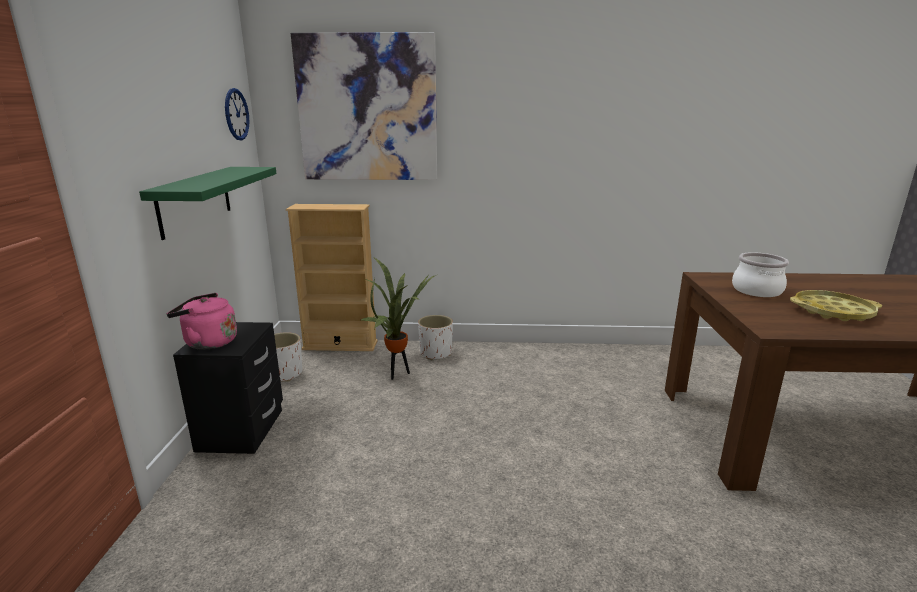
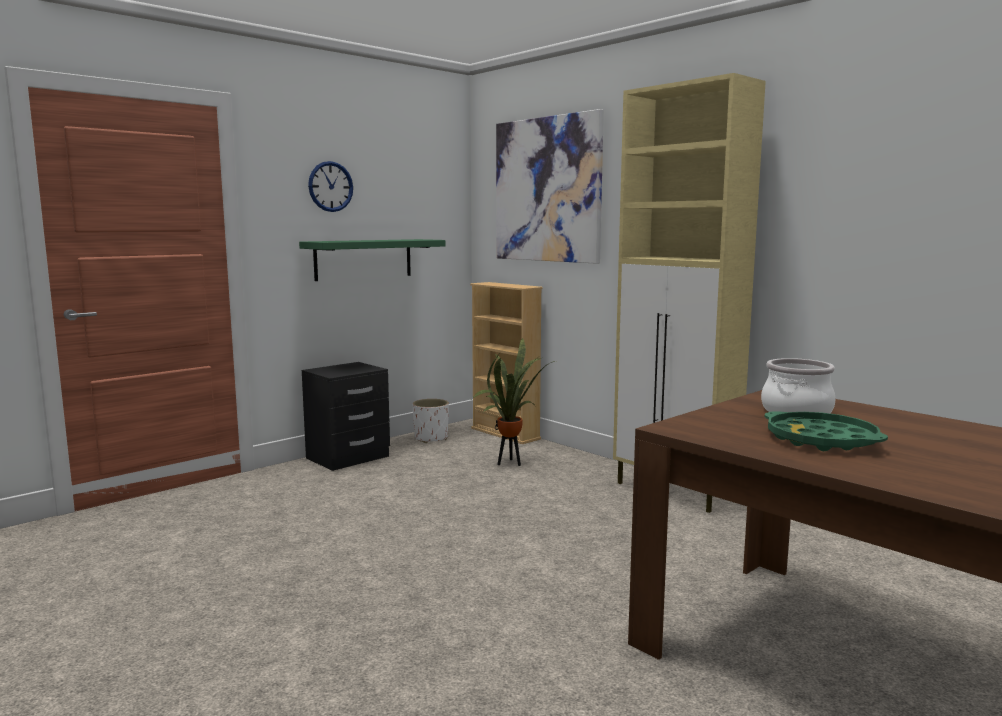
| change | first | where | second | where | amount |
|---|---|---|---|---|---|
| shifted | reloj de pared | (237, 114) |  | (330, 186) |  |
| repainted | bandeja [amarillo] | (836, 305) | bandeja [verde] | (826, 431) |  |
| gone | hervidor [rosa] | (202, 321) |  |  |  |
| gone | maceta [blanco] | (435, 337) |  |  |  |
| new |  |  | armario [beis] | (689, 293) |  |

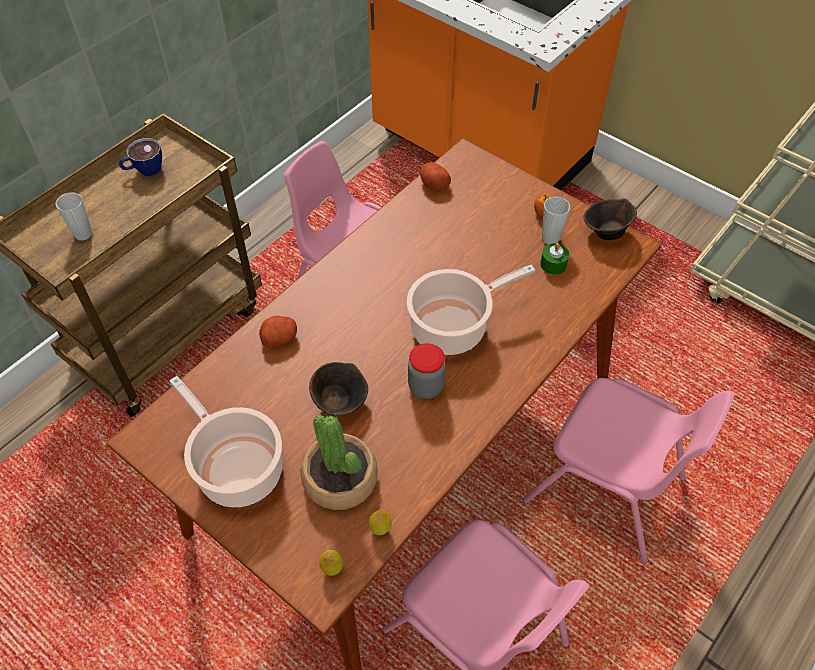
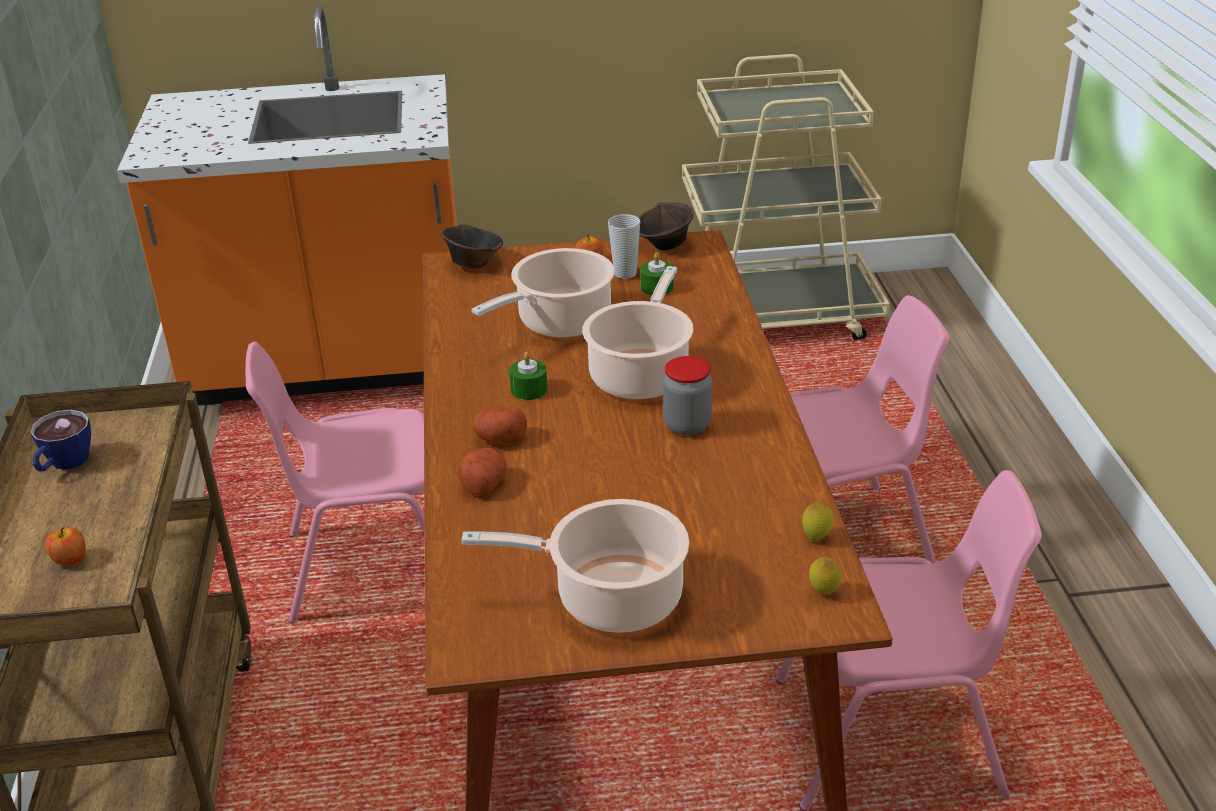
| change | first | where | second | where | amount |
|---|---|---|---|---|---|
| shifted | patata | (435, 176) |  | (499, 425) |  |
| swapped | taza | (74, 216) | manzana | (65, 546) |  |
| shifted | cuenco [marrón] | (338, 389) |  | (472, 246) |  |
| gone | planta en maceta | (339, 462) |  |  |  |
| new |  |  | olla | (543, 293) |  |
| new |  |  | vela [verde] | (528, 376) |  |

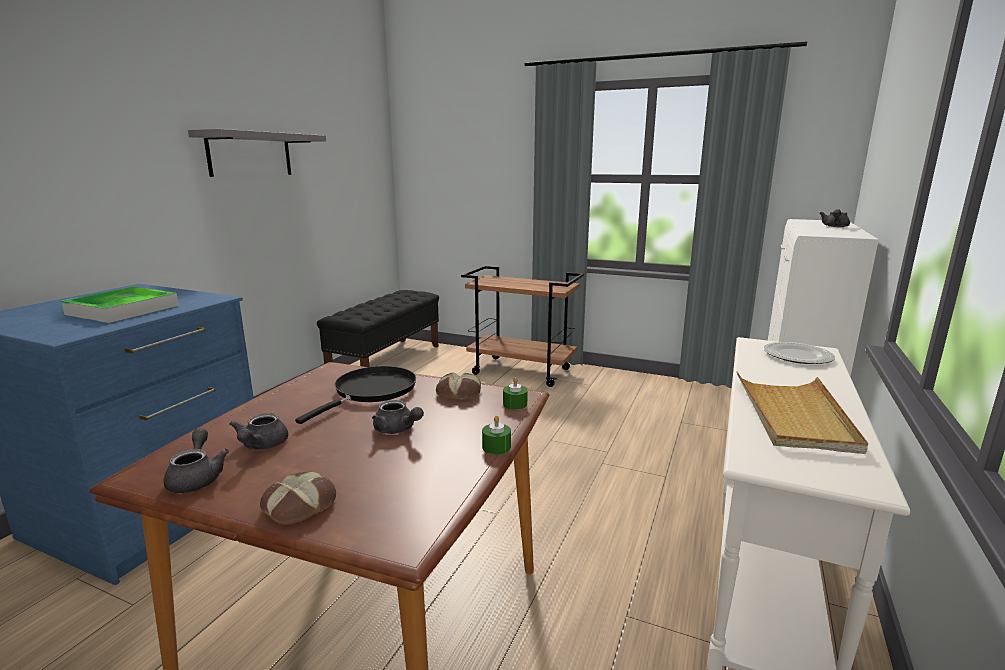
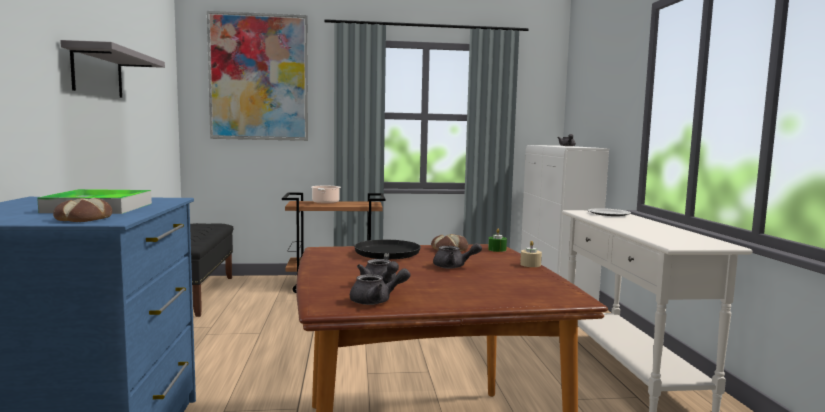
| change | first | where | second | where | amount |
|---|---|---|---|---|---|
| gone | bandeja [beis] | (802, 412) |  |  |  |
| repainted | vela [verde] | (496, 434) | vela [beis] | (531, 254) |  |
| rotated | tetera [gris] | (196, 460) |  | (380, 286) | 120 degrees clockwise |
| shifted | pan | (298, 498) |  | (82, 210) |  |
| new |  |  | cuadro | (257, 76) |  |
| new |  |  | olla | (326, 195) |  |

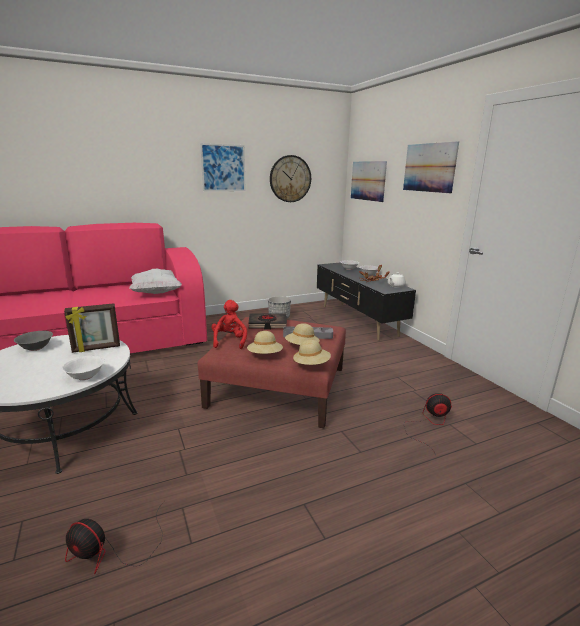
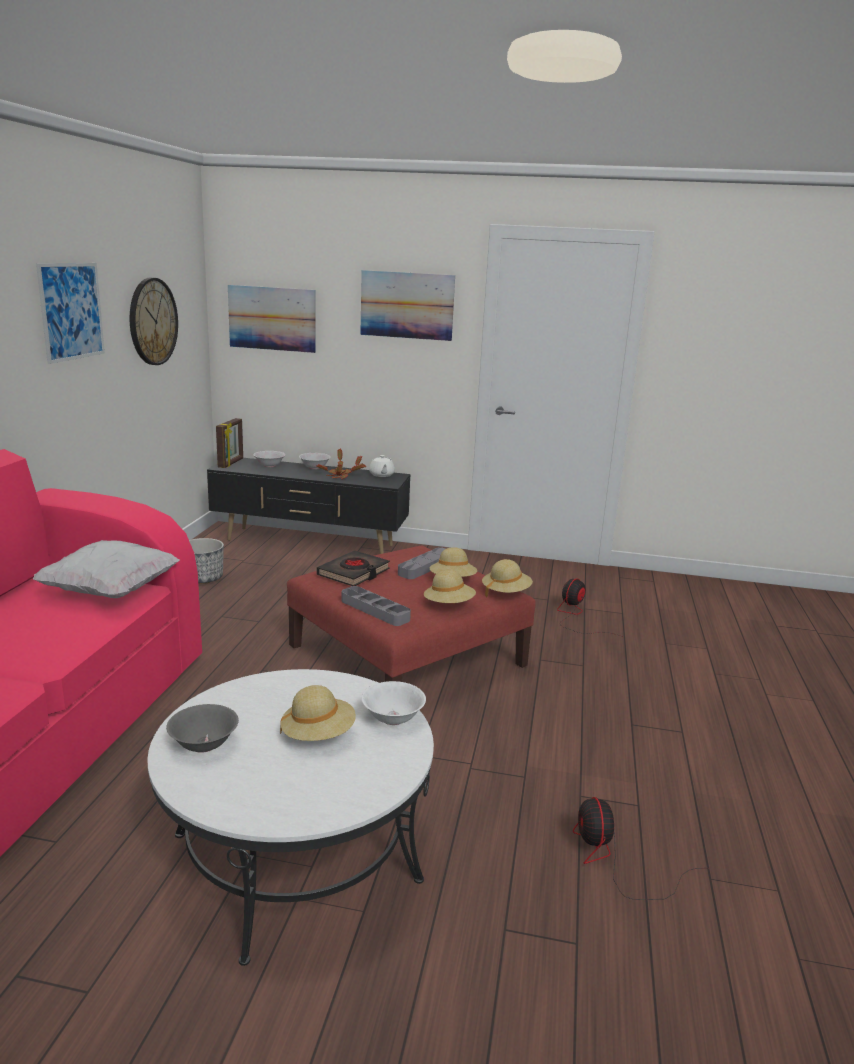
| change | first | where | second | where | amount |
|---|---|---|---|---|---|
| swapped | peluche [rojo] | (229, 324) | bandeja [gris] | (376, 606) |  |
| shifted | portarretratos | (92, 328) |  | (229, 443) |  |
| rotated | ventilador | (114, 538) |  | (638, 848) | 120 degrees clockwise |
| new |  |  | sombrero [beis] | (318, 713) |  |

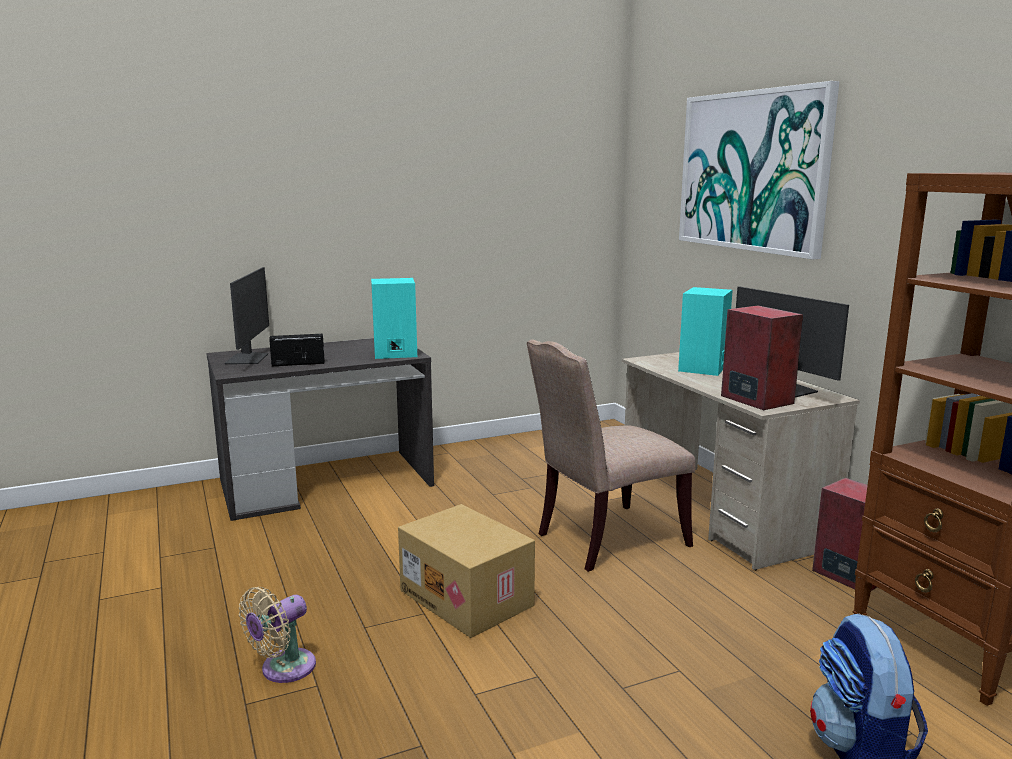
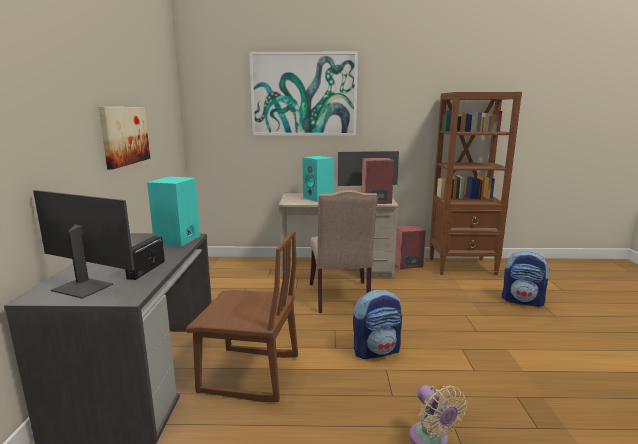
| change | first | where | second | where | amount |
|---|---|---|---|---|---|
| swapped | caja de cartón | (466, 571) | mochila | (377, 324) |  |
| new |  |  | cuadro | (124, 138) |  |
| new |  |  | silla [marrón] | (242, 316) |  |

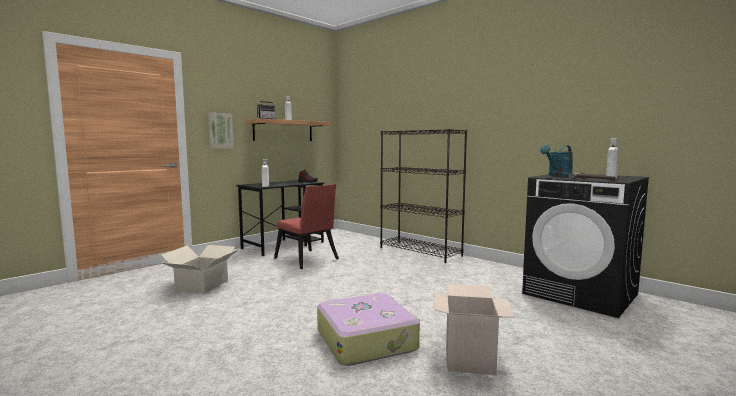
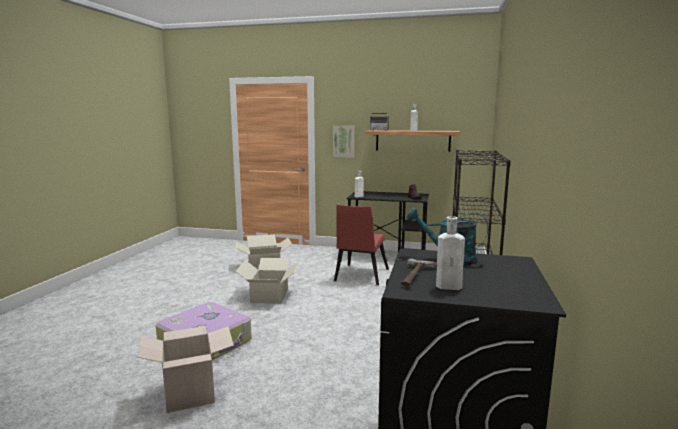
| change | first | where | second | where | amount |
|---|---|---|---|---|---|
| new |  |  | caja de cartón | (267, 281) |  |

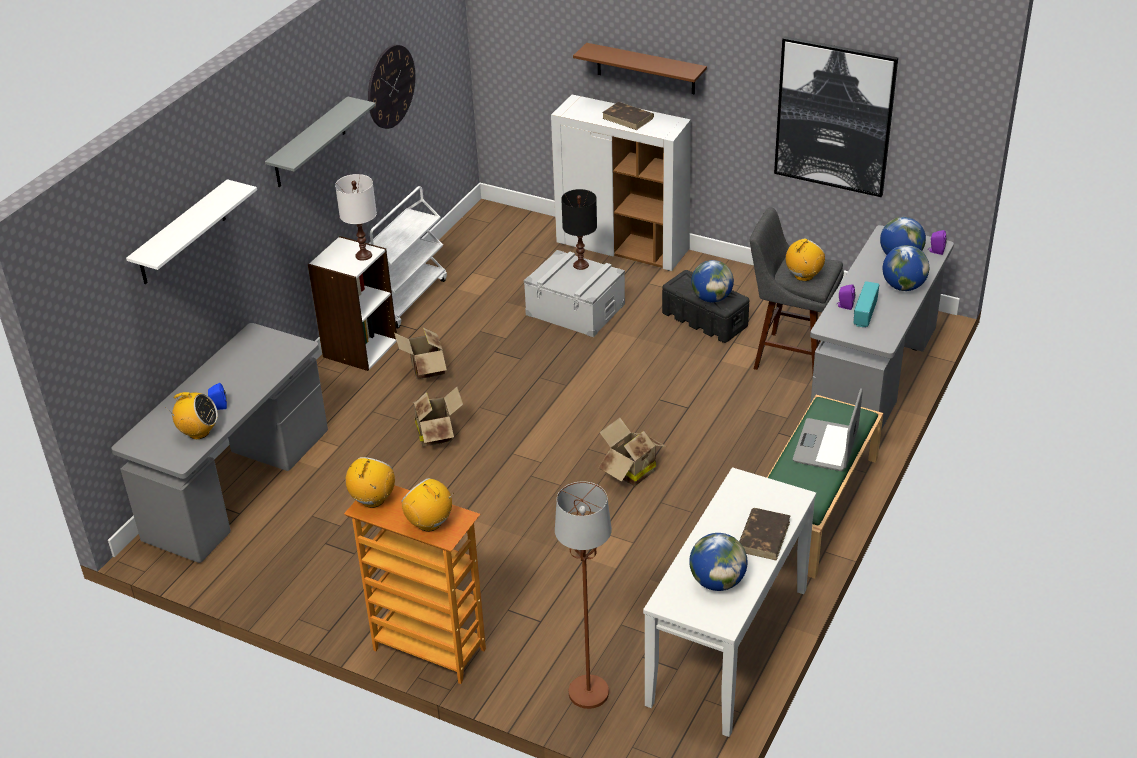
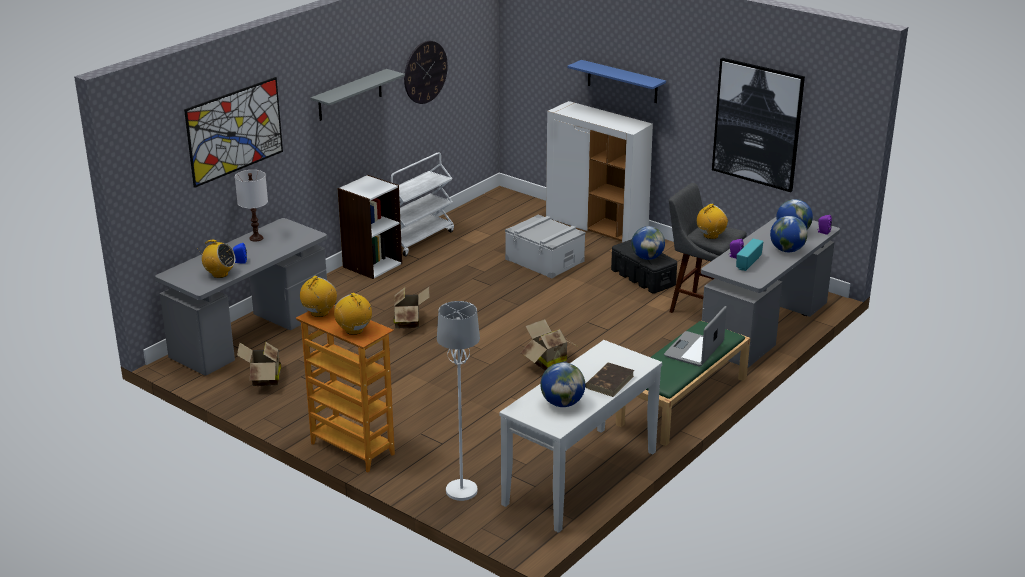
| change | first | where | second | where | amount |
|---|---|---|---|---|---|
| repainted | estante [marrón] | (640, 68) | estante [azul] | (616, 81) |  |
| gone | libro [marrón] | (628, 116) |  |  |  |
| shifted | lámpara de mesa [blanco] | (356, 217) |  | (251, 206) |  |
| swapped | estante [blanco] | (191, 231) | cuadro | (233, 132) |  |
| gone | lámpara de mesa [negro] | (579, 229) |  |  |  |
| shifted | caja de cartón | (420, 353) |  | (259, 364) |  |
| repainted | lámpara de pie [marrón] | (583, 595) | lámpara de pie [blanco] | (458, 401) |  |

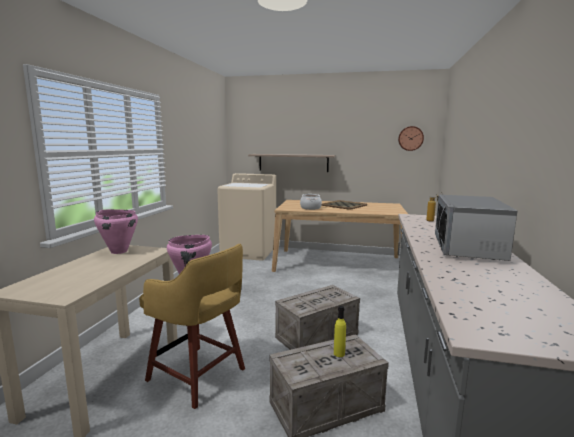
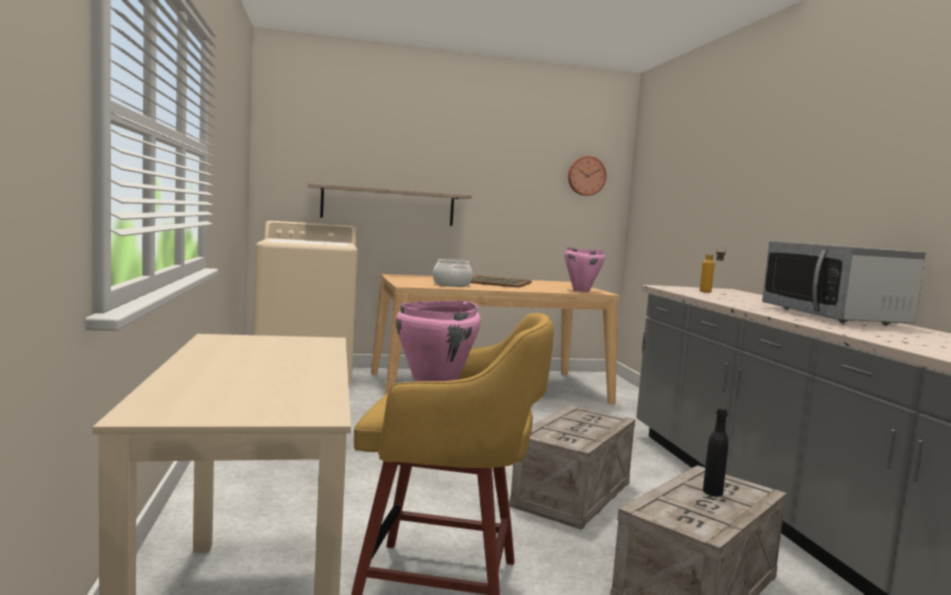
| change | first | where | second | where | amount |
|---|---|---|---|---|---|
| shifted | olla [rosa] | (116, 231) |  | (584, 269) |  |
| repainted | botella [amarillo] | (340, 331) | botella [negro] | (716, 452) |  |

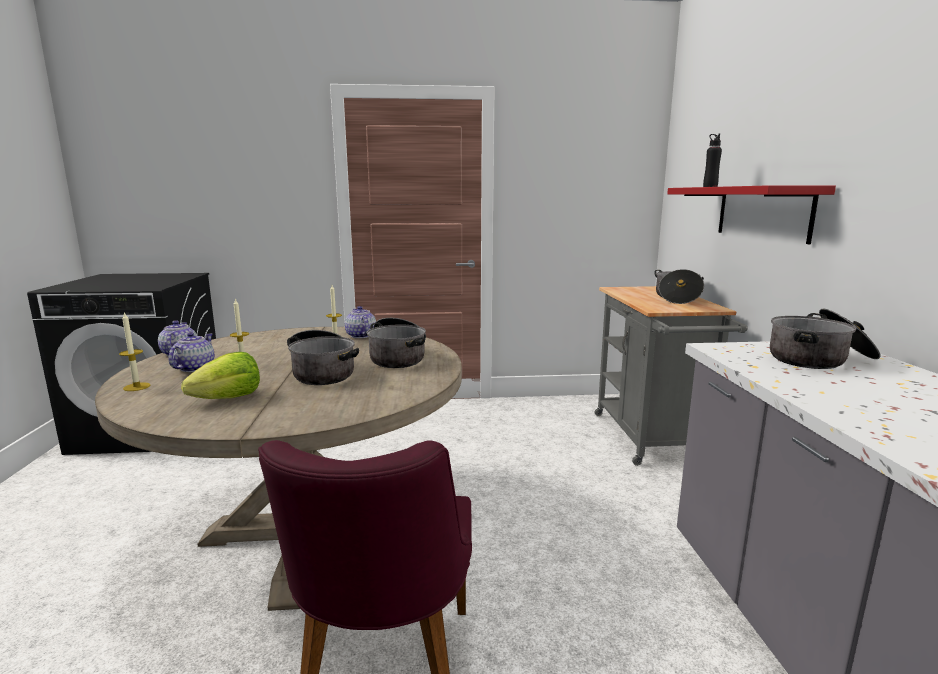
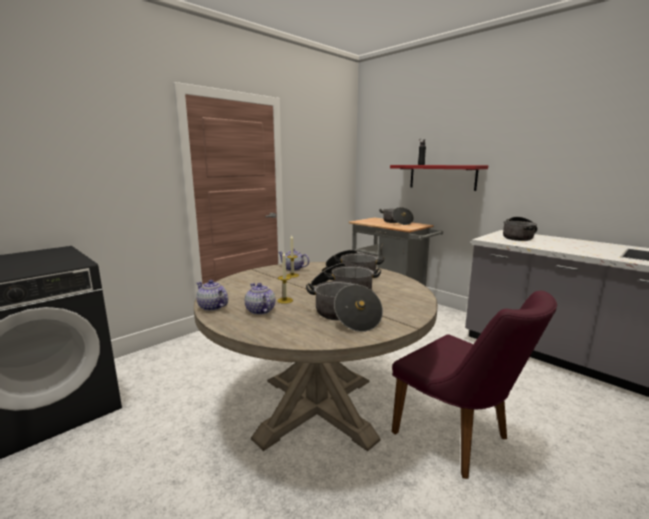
| change | first | where | second | where | amount |
|---|---|---|---|---|---|
| gone | vela | (134, 351) |  |  |  |
| swapped | lechuga | (220, 375) | olla | (344, 306) |  |

